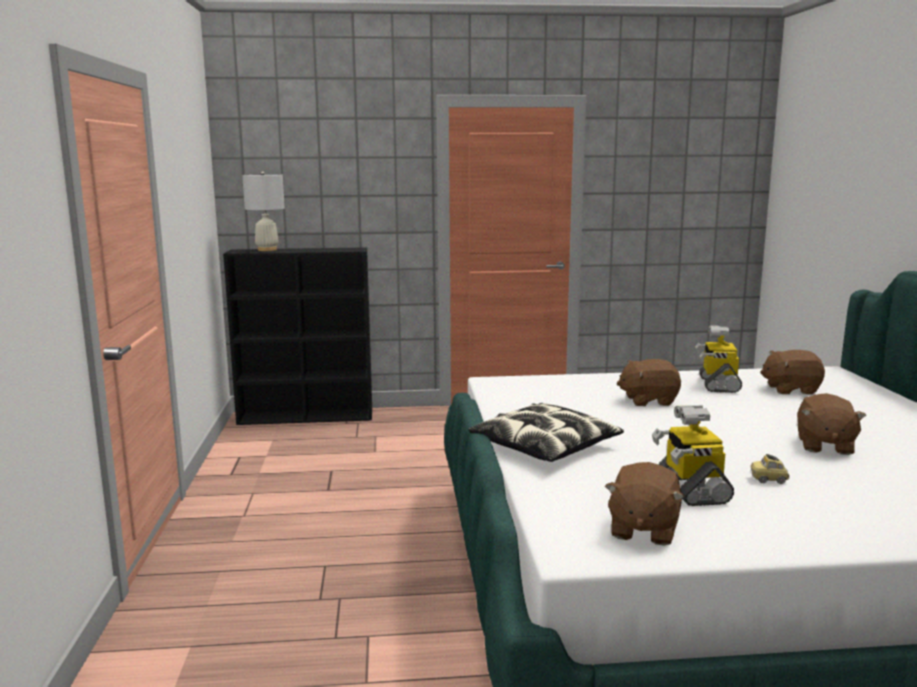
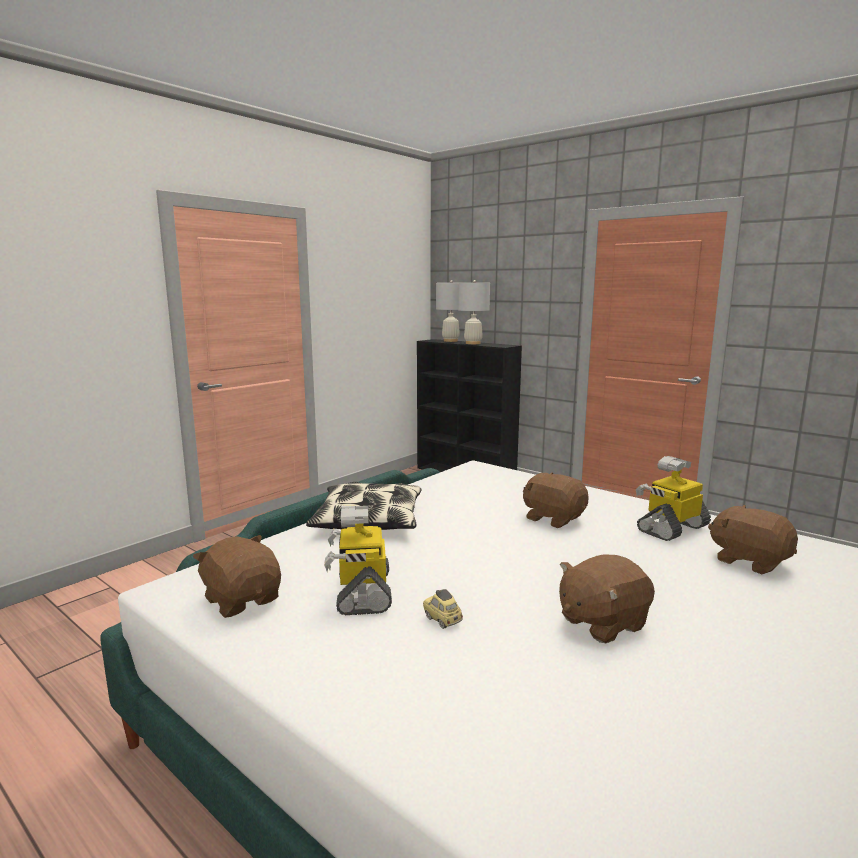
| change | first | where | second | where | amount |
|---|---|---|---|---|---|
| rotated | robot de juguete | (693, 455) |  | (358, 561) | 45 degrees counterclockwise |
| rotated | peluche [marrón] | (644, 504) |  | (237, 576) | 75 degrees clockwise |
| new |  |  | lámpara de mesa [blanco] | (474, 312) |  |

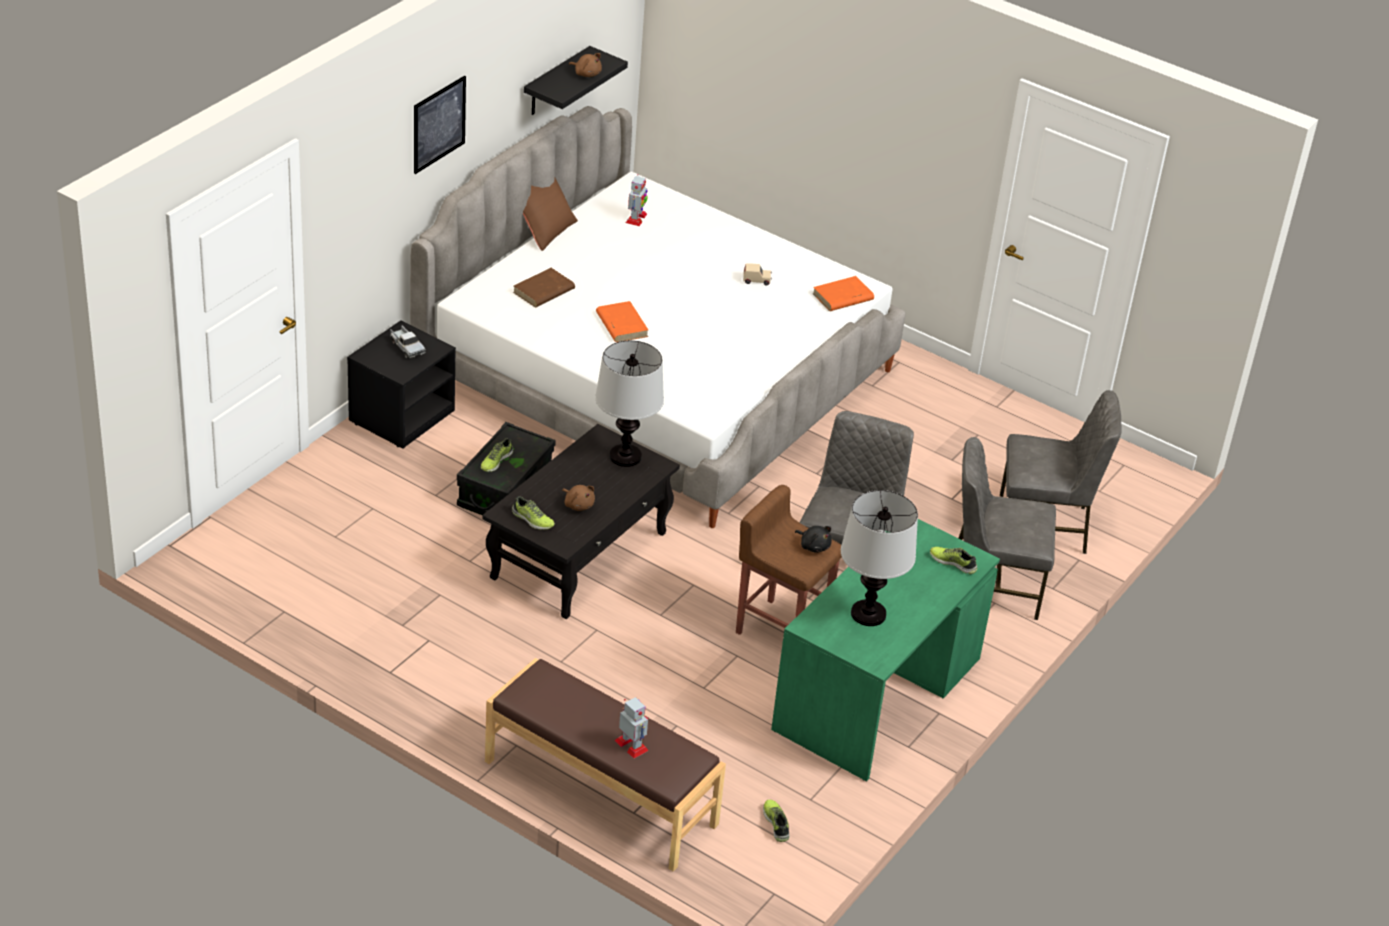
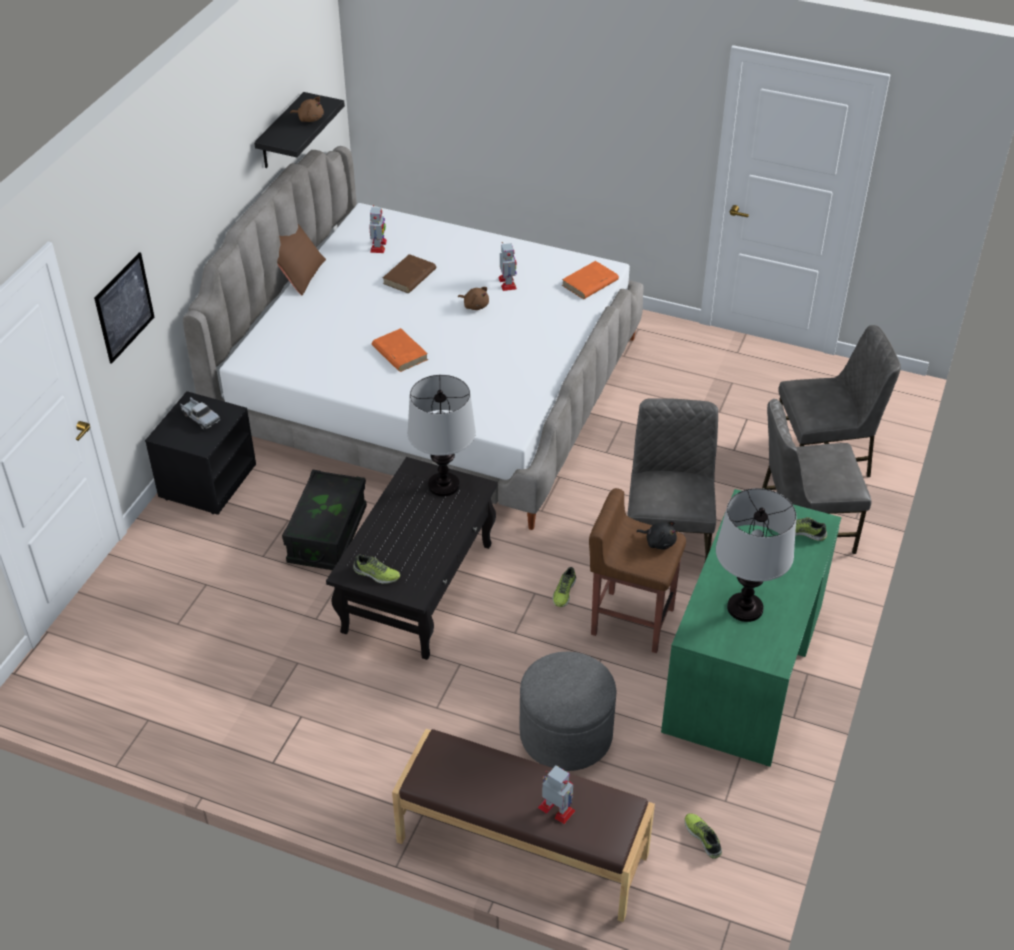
| change | first | where | second | where | amount |
|---|---|---|---|---|---|
| shifted | cuadro | (440, 125) |  | (124, 308) |  |
| swapped | coche de juguete [beis] | (757, 274) | robot de juguete | (507, 266) |  |
| shifted | libro [marrón] | (544, 287) |  | (409, 273) |  |
| shifted | zapato | (497, 455) |  | (564, 587) |  |
| shifted | peluche [marrón] | (578, 498) |  | (473, 298) |  |
| new |  |  | puf [gris] | (568, 711) |  |

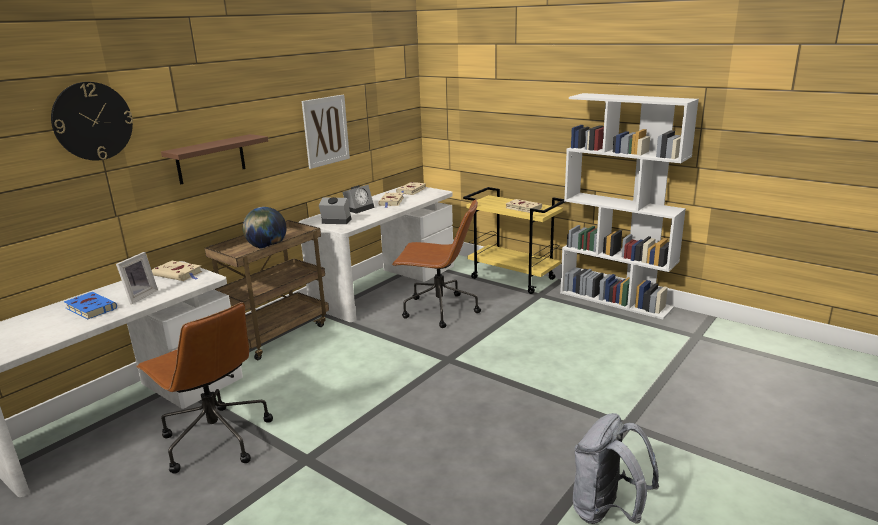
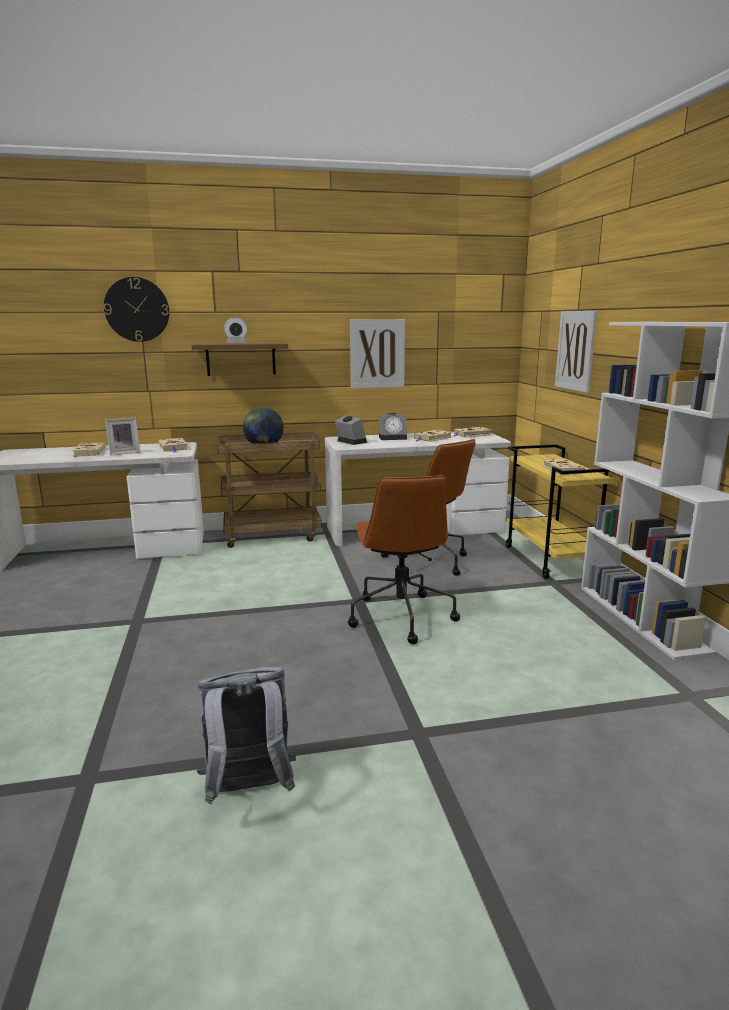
| change | first | where | second | where | amount |
|---|---|---|---|---|---|
| repainted | libro [azul] | (90, 306) | libro [beis] | (88, 450) |  |
| shifted | silla de oficina [marrón] | (204, 388) |  | (404, 559) |  |
| new |  |  | cuadro | (576, 352) |  |
| new |  |  | despertador | (236, 330) |  |

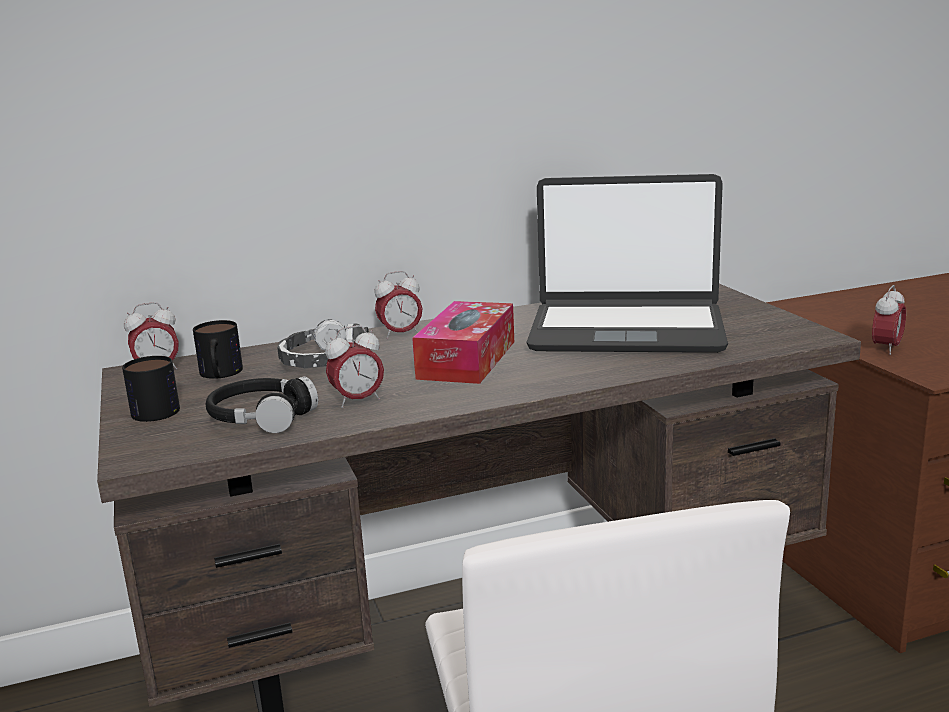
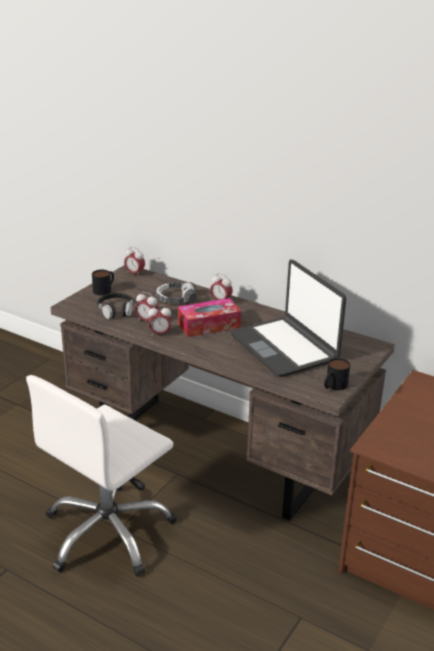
| change | first | where | second | where | amount |
|---|---|---|---|---|---|
| shifted | despertador | (889, 320) |  | (159, 320) |  |
| shifted | taza grande | (218, 349) |  | (337, 374) |  |

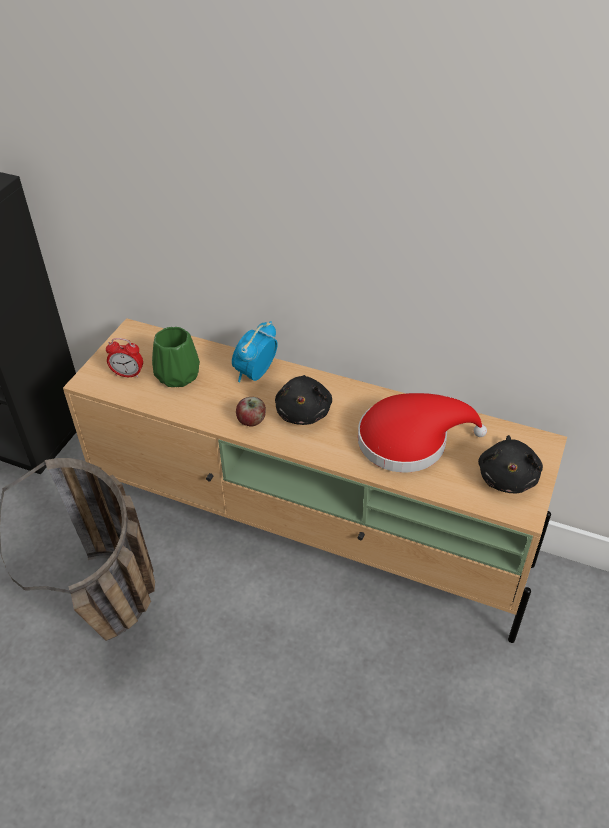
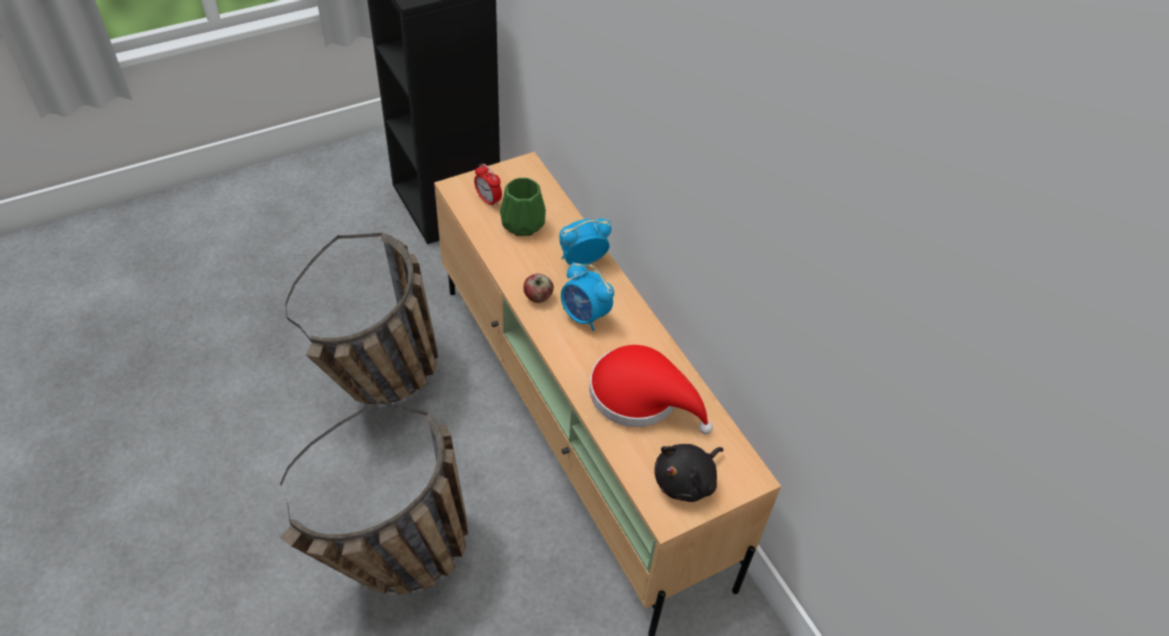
| change | first | where | second | where | amount |
|---|---|---|---|---|---|
| swapped | peluche [negro] | (303, 400) | despertador | (587, 296) |  |
| new |  |  | cesta | (374, 497) |  |

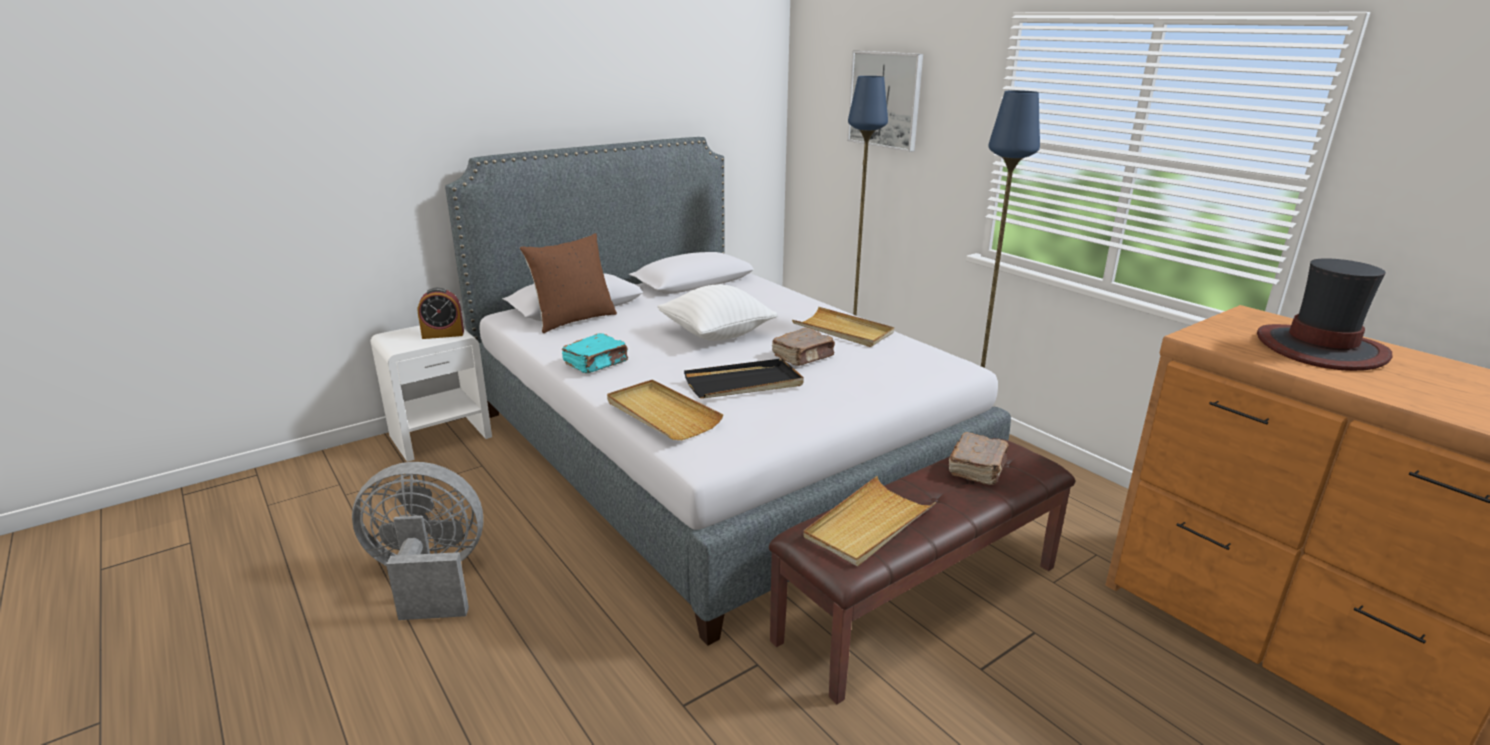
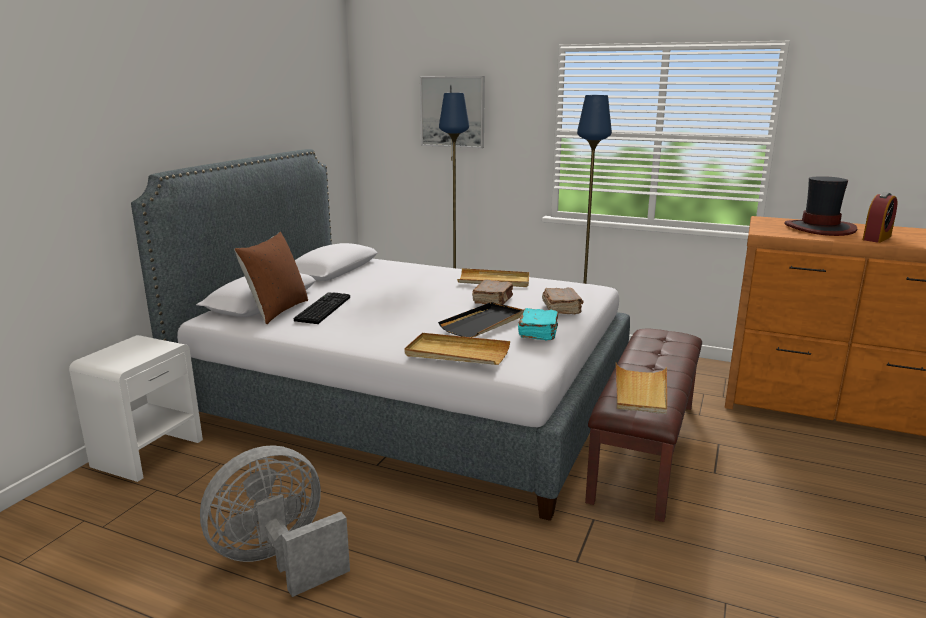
| change | first | where | second | where | amount |
|---|---|---|---|---|---|
| gone | cojín [blanco] | (717, 313) |  |  |  |
| shifted | despertador | (441, 313) |  | (880, 217) |  |
| shifted | libro [turquesa] | (595, 353) |  | (538, 324) |  |
| shifted | libro [marrón] | (979, 458) |  | (563, 300) |  |
| new |  |  | teclado | (322, 308) |  |

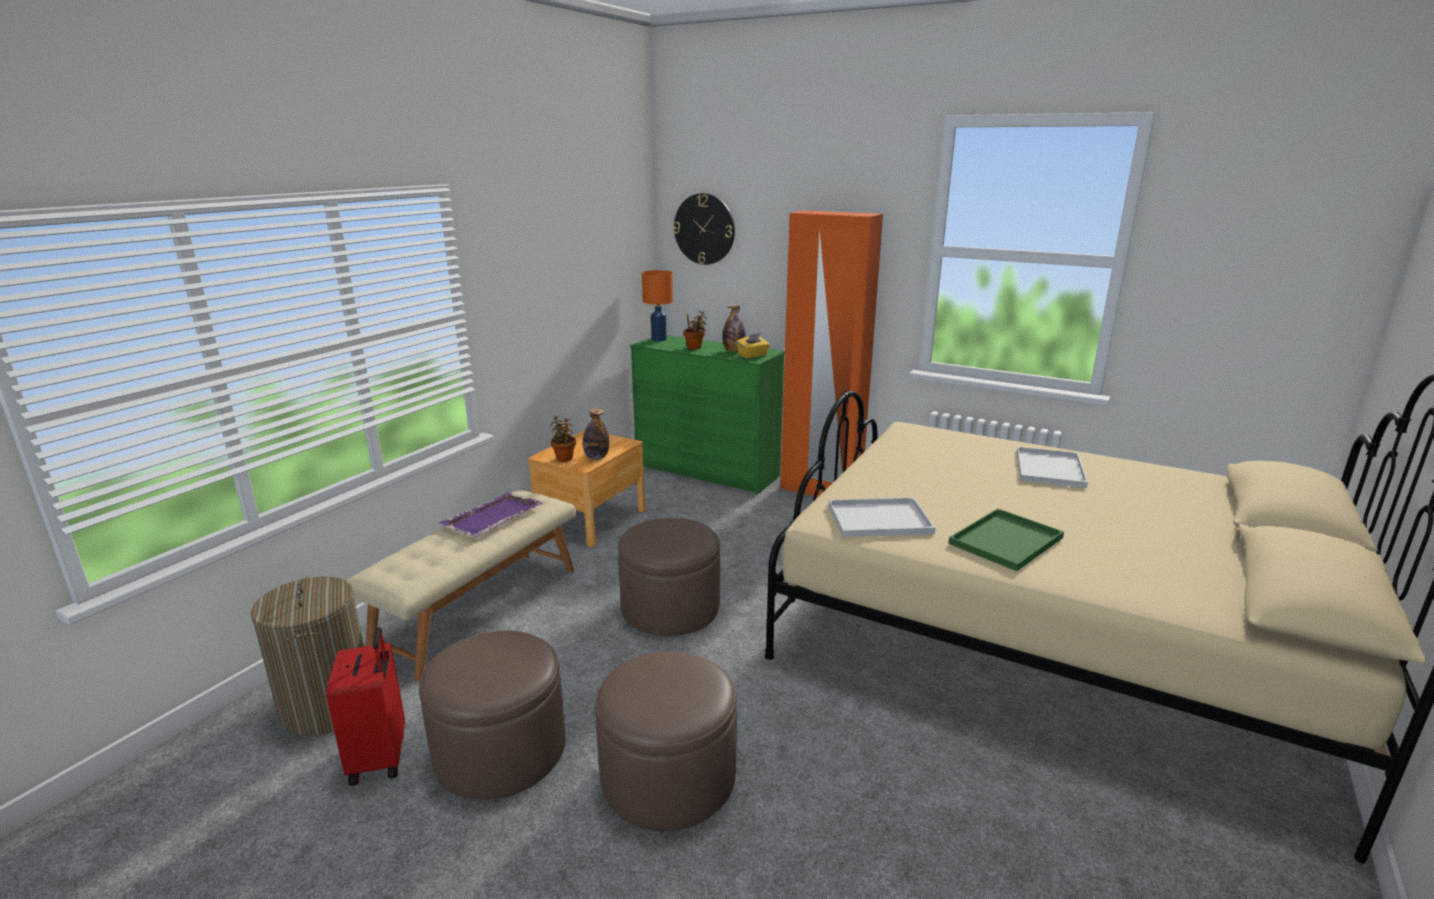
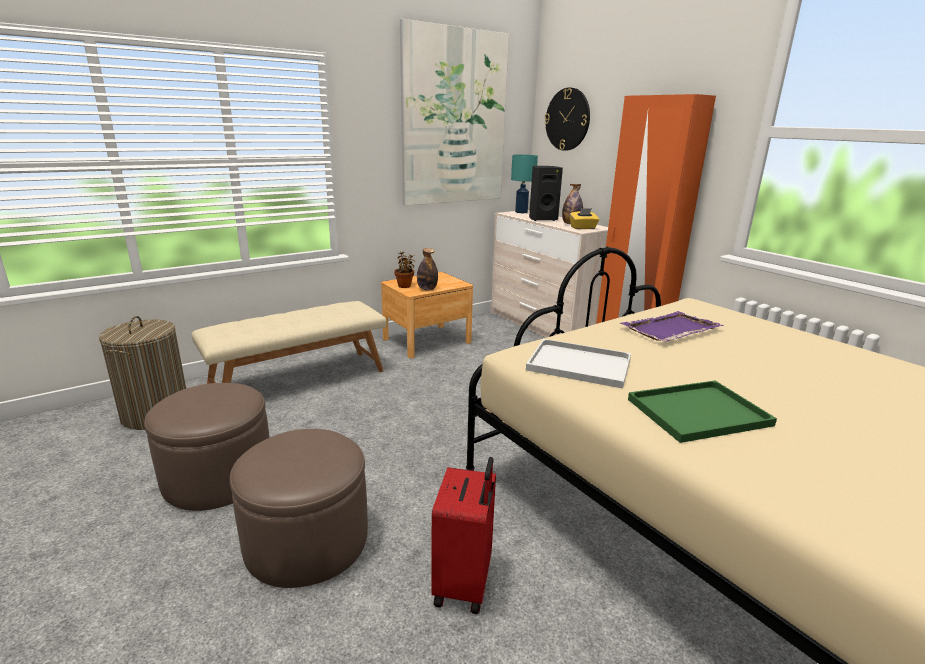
| change | first | where | second | where | amount |
|---|---|---|---|---|---|
| repainted | lámpara de mesa [naranja] | (657, 306) | lámpara de mesa [turquesa] | (524, 184) |  |
| swapped | planta en maceta | (695, 330) | altavoz [negro] | (546, 193) |  |
| repainted | cómoda [verde] | (707, 415) | cómoda [beis] | (549, 274) |  |
| gone | bandeja [blanco] | (1052, 467) |  |  |  |
| shifted | bandeja [morado] | (491, 514) |  | (672, 326) |  |
| gone | puf [marrón] | (669, 577) |  |  |  |
| shifted | maleta [rojo] | (365, 706) |  | (463, 535) |  |
| new |  |  | cuadro | (454, 112) |  |

